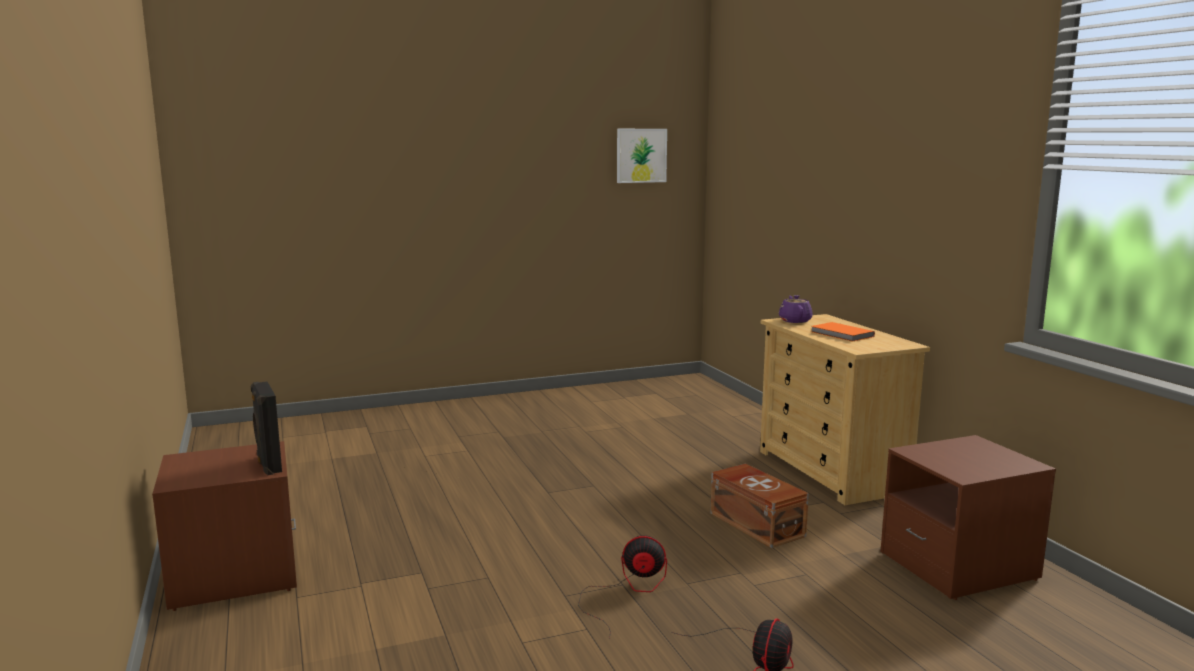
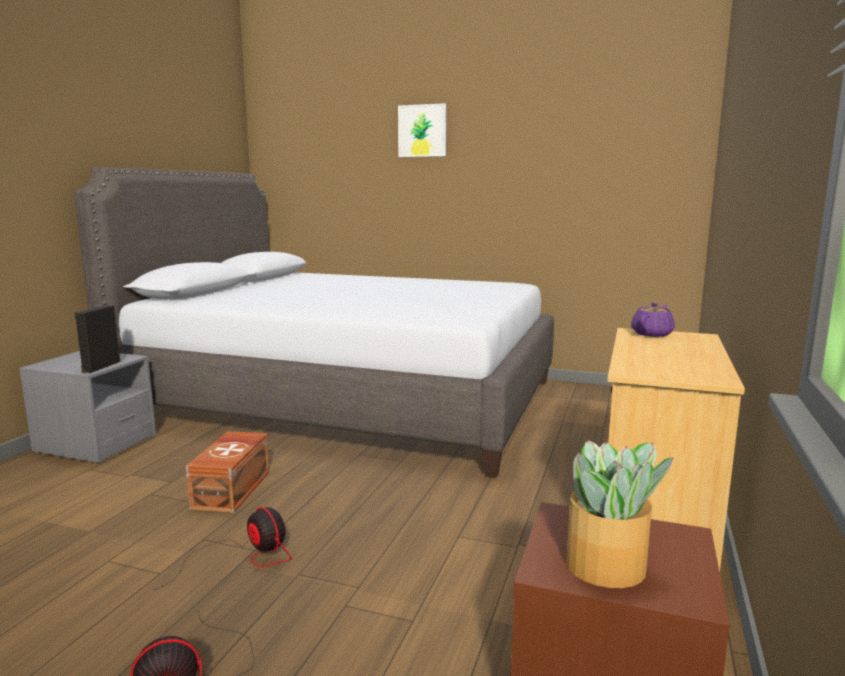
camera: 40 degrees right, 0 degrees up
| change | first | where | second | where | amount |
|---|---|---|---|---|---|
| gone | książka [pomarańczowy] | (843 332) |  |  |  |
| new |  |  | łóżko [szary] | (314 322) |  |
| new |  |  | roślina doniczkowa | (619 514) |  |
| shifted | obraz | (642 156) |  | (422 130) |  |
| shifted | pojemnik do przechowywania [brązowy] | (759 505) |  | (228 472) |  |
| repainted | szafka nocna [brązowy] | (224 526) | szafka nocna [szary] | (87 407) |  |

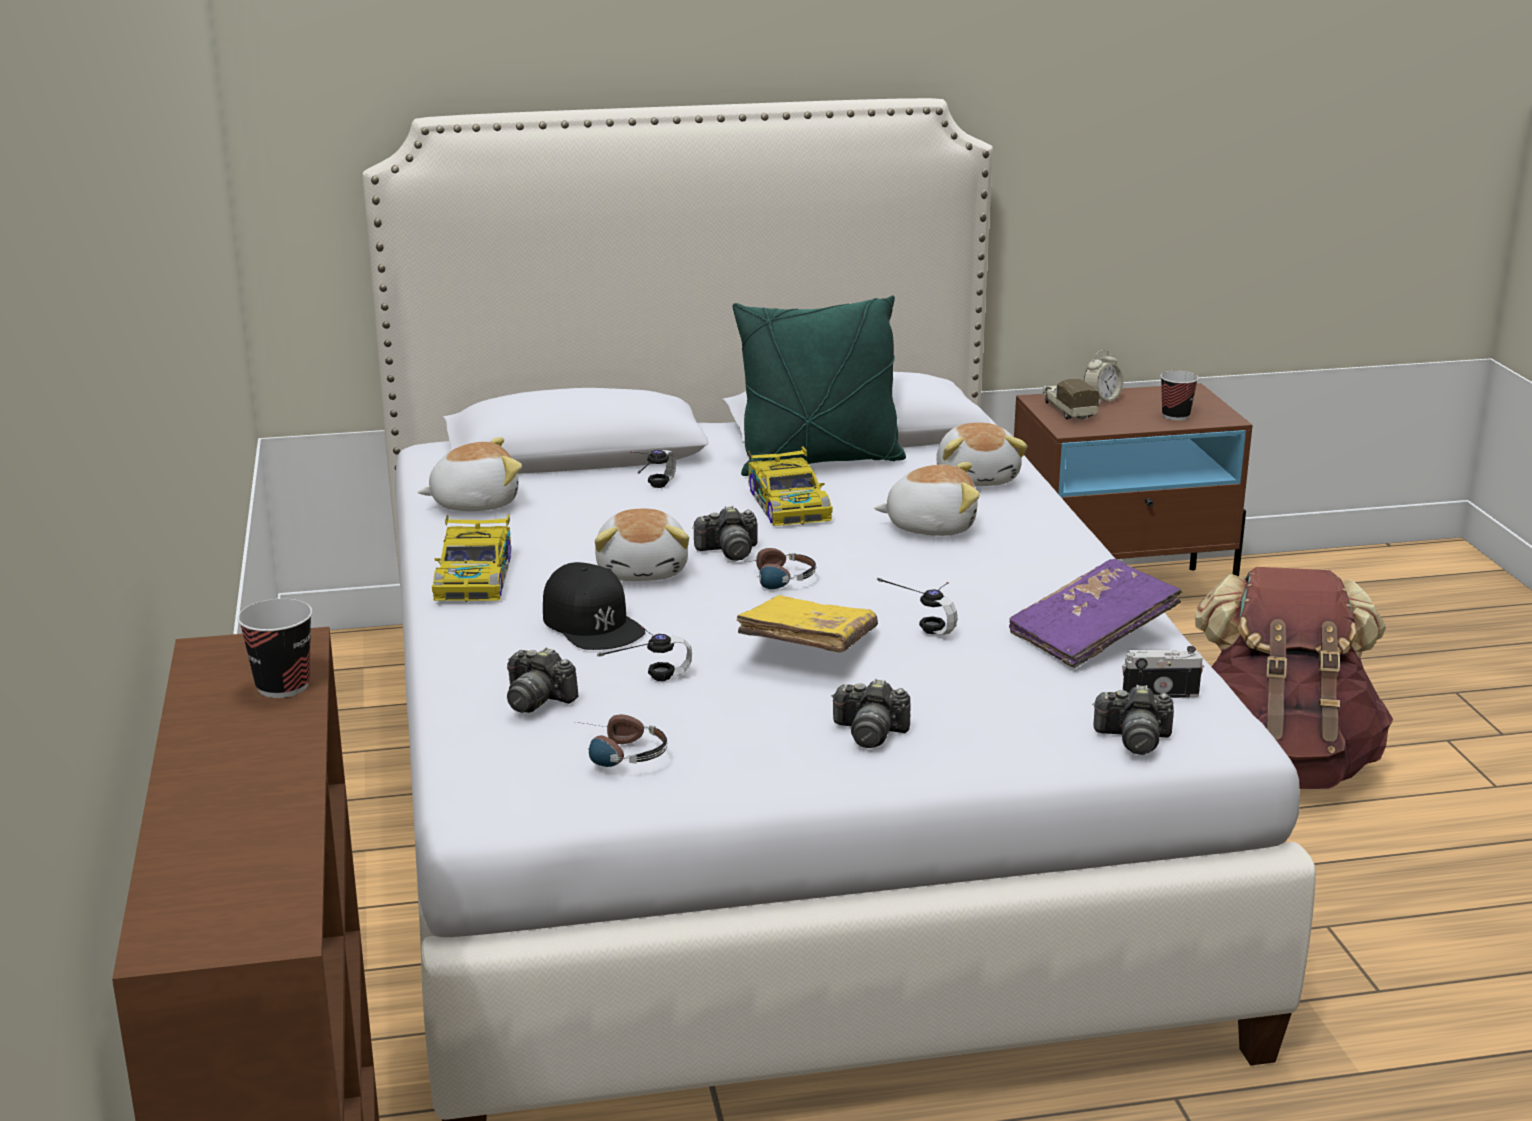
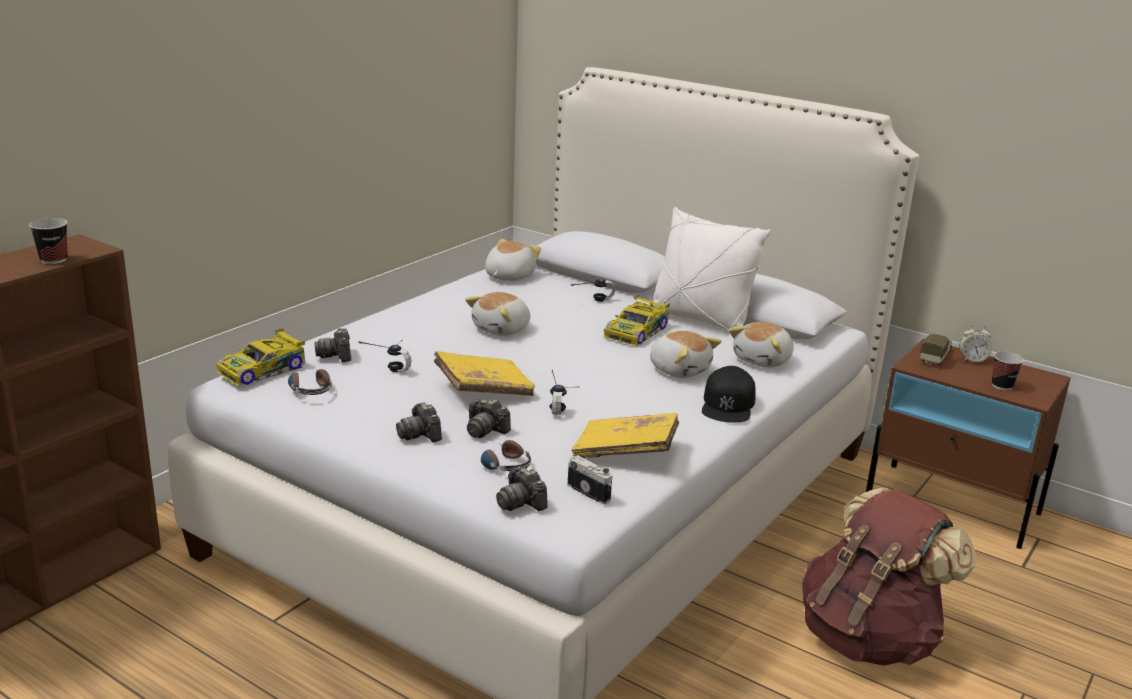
camera: 45 degrees right, 0 degrees up
| change | first | where | second | where | amount |
|---|---|---|---|---|---|
| shifted | samochodzik | (471 558) |  | (260 357) |  |
| shifted | czapka z daszkiem [czarny] | (594 606) |  | (729 394) |  |
| shifted | aparat fotograficzny | (725 533) |  | (489 418) |  |
| shifted | słuchawki | (775 568) |  | (506 455) |  |
| repainted | poduszka [zielony] | (819 385) | poduszka [biały] | (712 269) |  |
| repainted | książka [fioletowy] | (1095 613) | książka [żółty] | (625 435) |  |
| rotated | pluszak | (470 474) |  | (513 260) | 90 degrees counterclockwise |

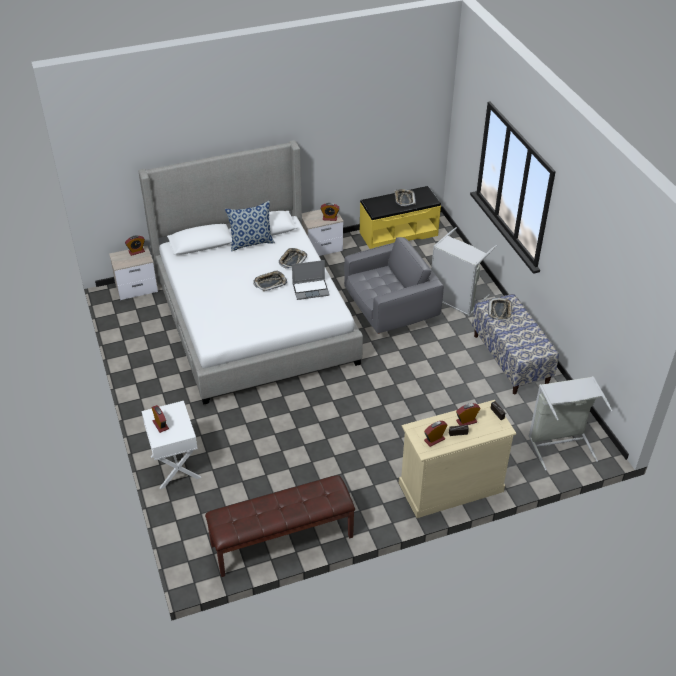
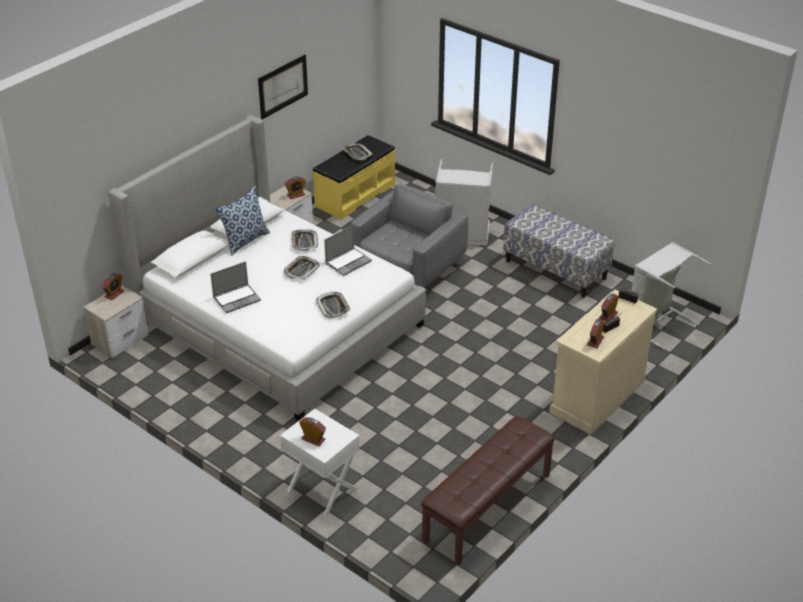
camera: 30 degrees left, 5 degrees down
| change | first | where | second | where | amount |
|---|---|---|---|---|---|
| new |  |  | laptop | (235 287) |  |
| new |  |  | obraz | (283 87) |  |
| shifted | taca | (500 309) |  | (333 305) |  |

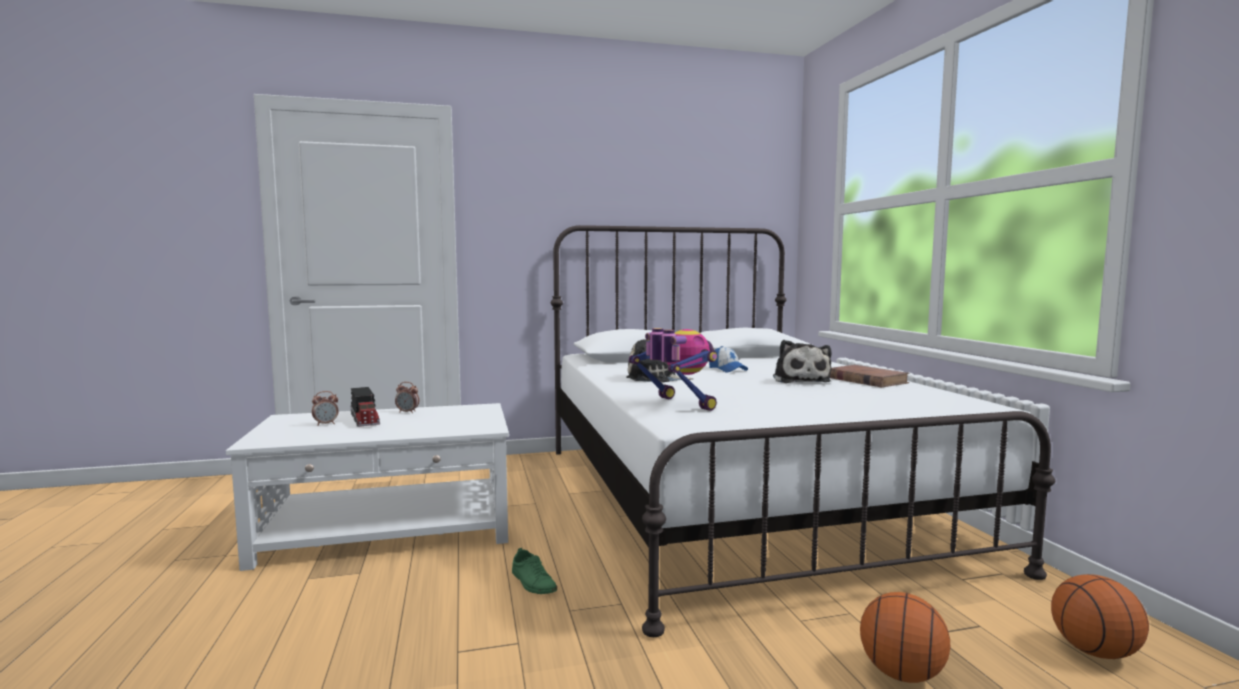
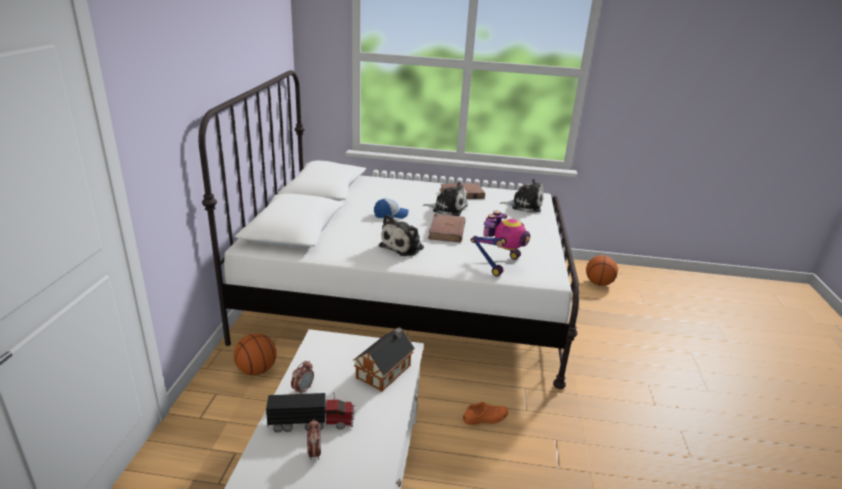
camera: 70 degrees left, 20 degrees up
| change | first | where | second | where | amount |
|---|---|---|---|---|---|
| new |  |  | domek | (384 359) |  |
| new |  |  | książka [brązowy] | (447 228) |  |
| new |  |  | pluszak | (522 196) |  |
| shifted | piłka do koszykówki | (905 637) |  | (255 354) |  |
| repainted | but [zielony] | (534 571) | but [pomarańczowy] | (485 413) |  |
| rotated | robot zabawkowy | (673 369) |  | (500 243) | 135 degrees clockwise |

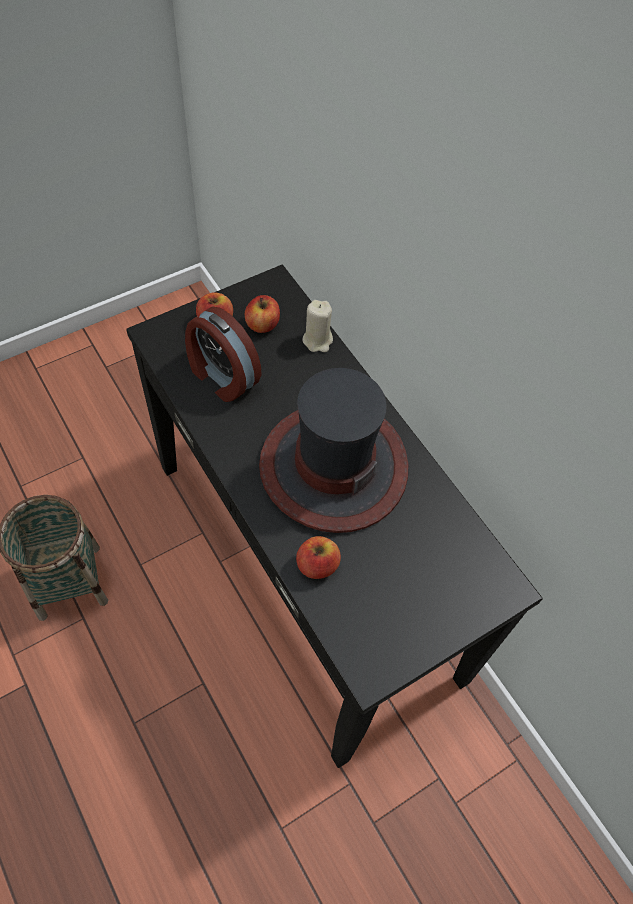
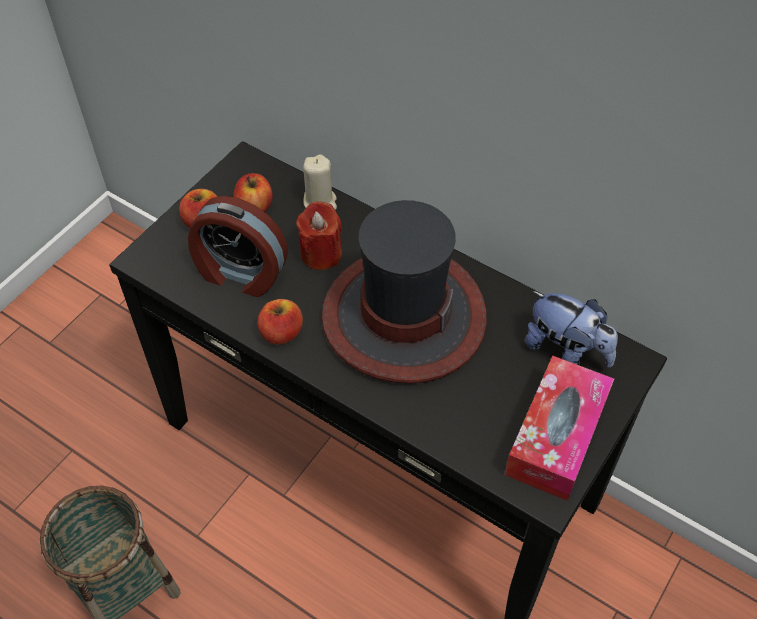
camera: 20 degrees left, 5 degrees down
| change | first | where | second | where | amount |
|---|---|---|---|---|---|
| new |  |  | świeca [czerwony] | (319 235) |  |
| new |  |  | pudełko chusteczek | (559 428) |  |
| new |  |  | pluszak | (571 329) |  |
| shifted | jabłko | (318 557) |  | (280 322) |  |

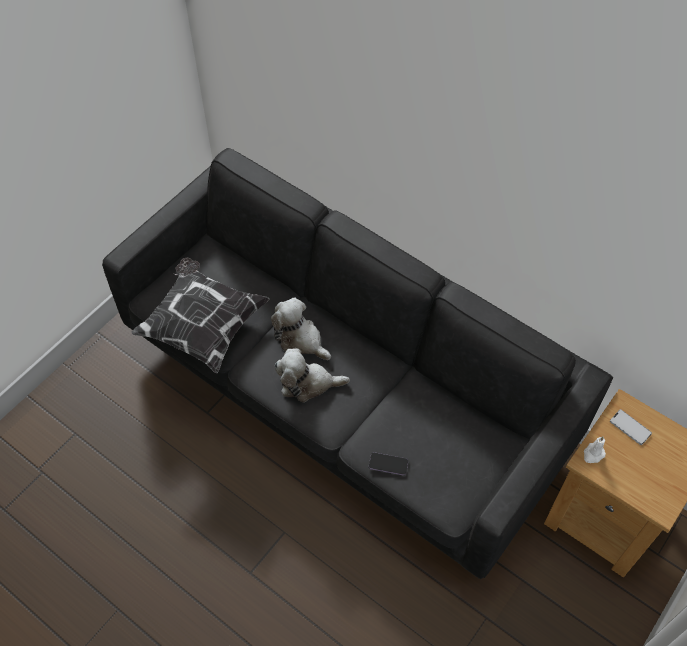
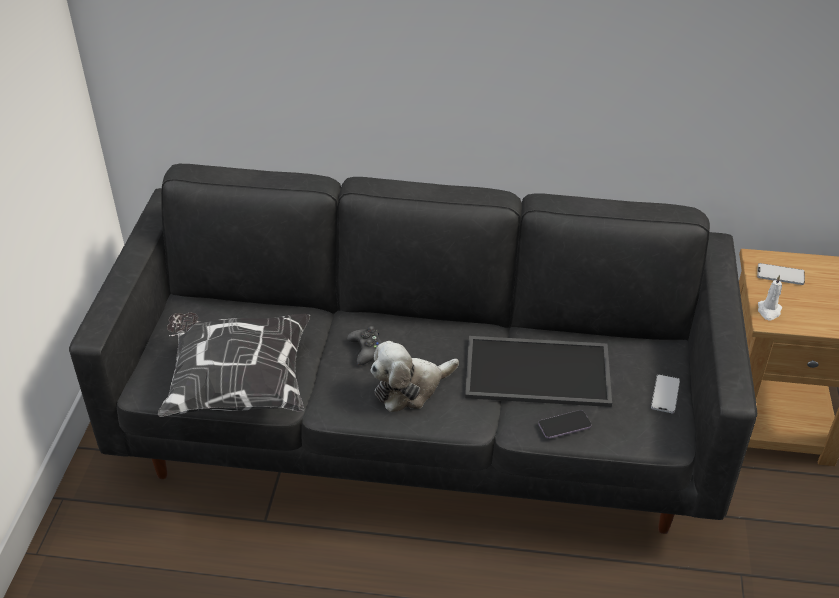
camera: 30 degrees left, 15 degrees down
| change | first | where | second | where | amount |
|---|---|---|---|---|---|
| new |  |  | taca | (538 371) |  |
| new |  |  | telefon | (665 393) |  |
| swapped | pluszak | (301 329) | pad do gier [czarny] | (365 345) |  |

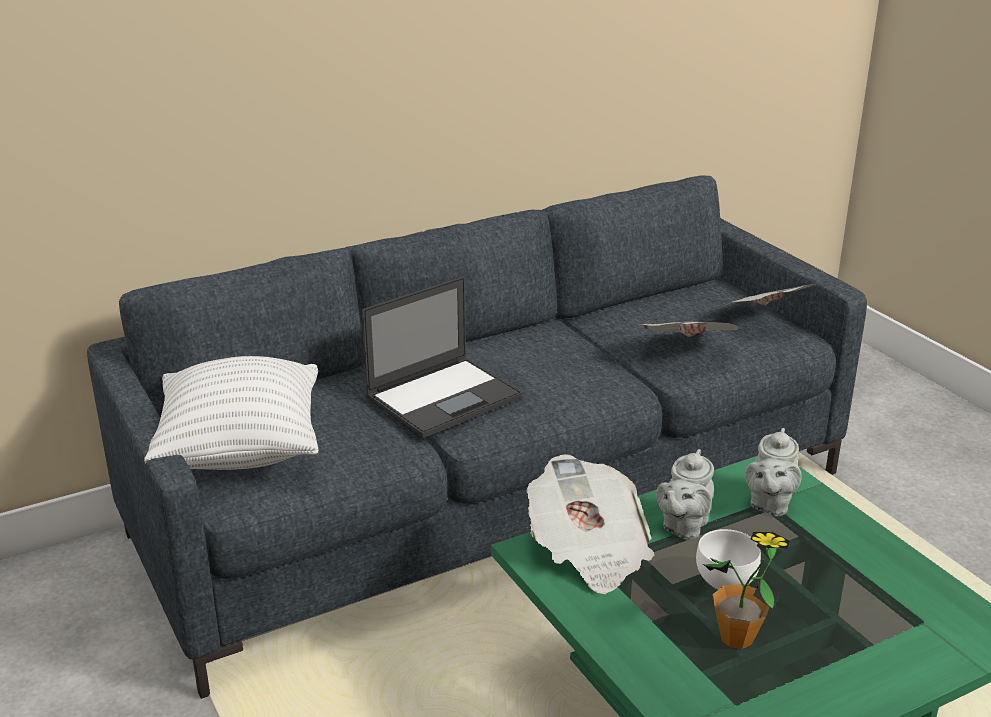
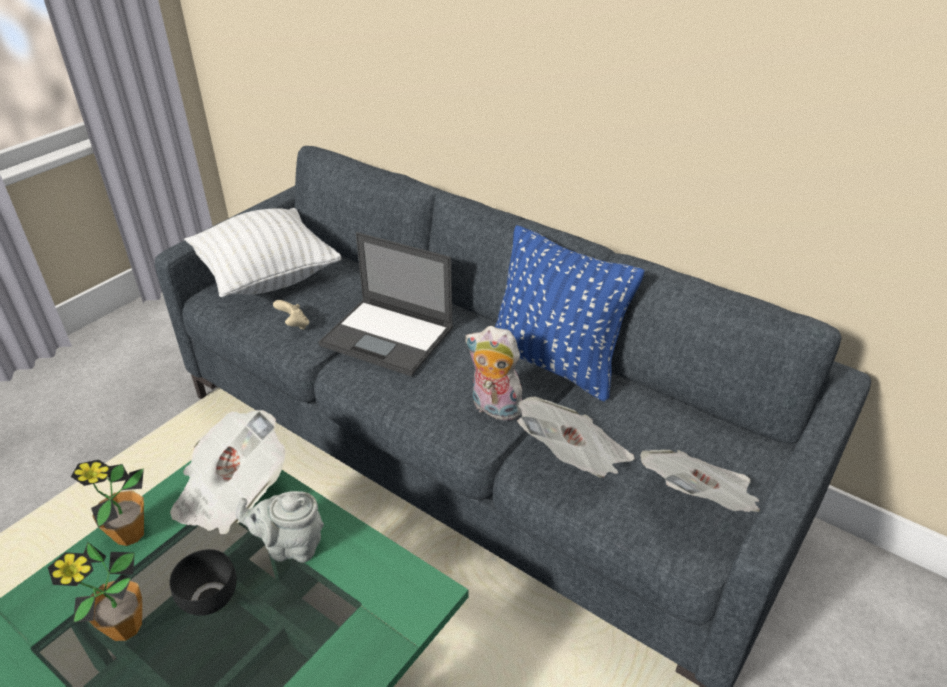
camera: 65 degrees right, 10 degrees up
| change | first | where | second | where | amount |
|---|---|---|---|---|---|
| gone | imbryk [szary] | (773 472) |  |  |  |
| new |  |  | roślina doniczkowa | (107 503) |  |
| new |  |  | pad do gier [beżowy] | (291 315) |  |
| new |  |  | pluszak | (493 373) |  |
| new |  |  | poduszka [niebieski] | (570 313) |  |
| repainted | miska [biały] | (728 559) | miska [czarny] | (203 582) |  |

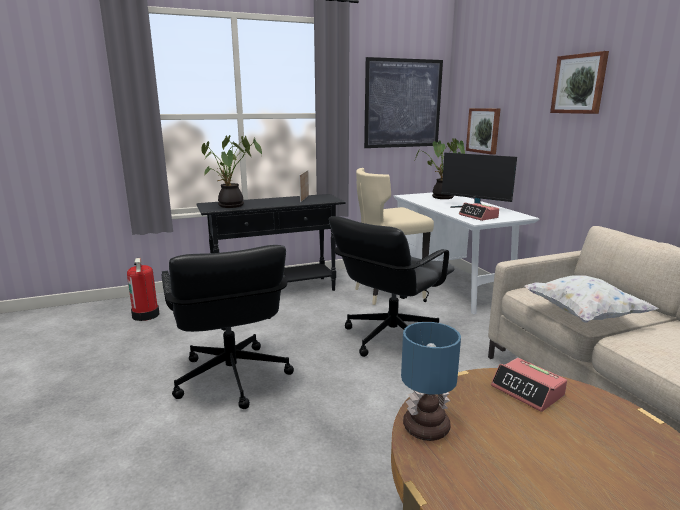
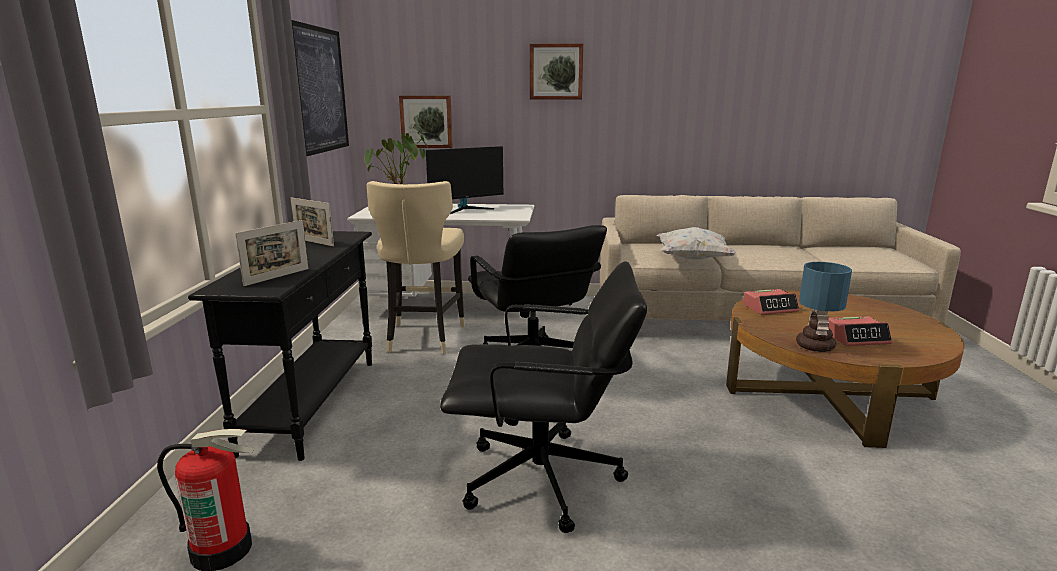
camera: 65 degrees left, 0 degrees up
| change | first | where | second | where | amount |
|---|---|---|---|---|---|
| shifted | budzik | (479 212) |  | (860 331) |  |
| swapped | roślina doniczkowa | (231 171) | ramka na zdjęcie | (271 253) |  |

